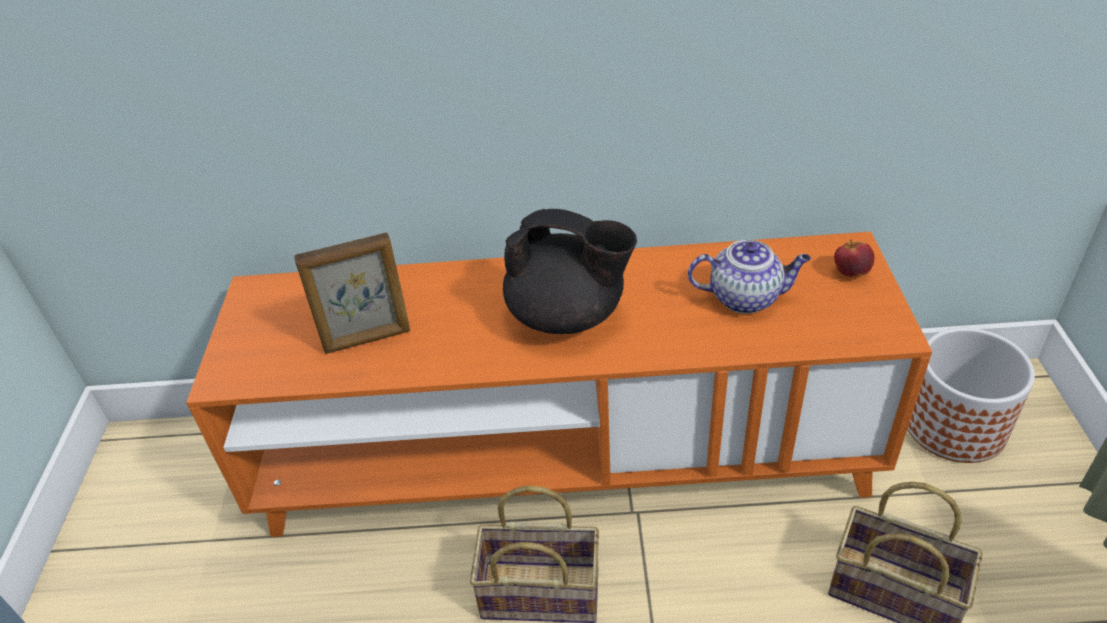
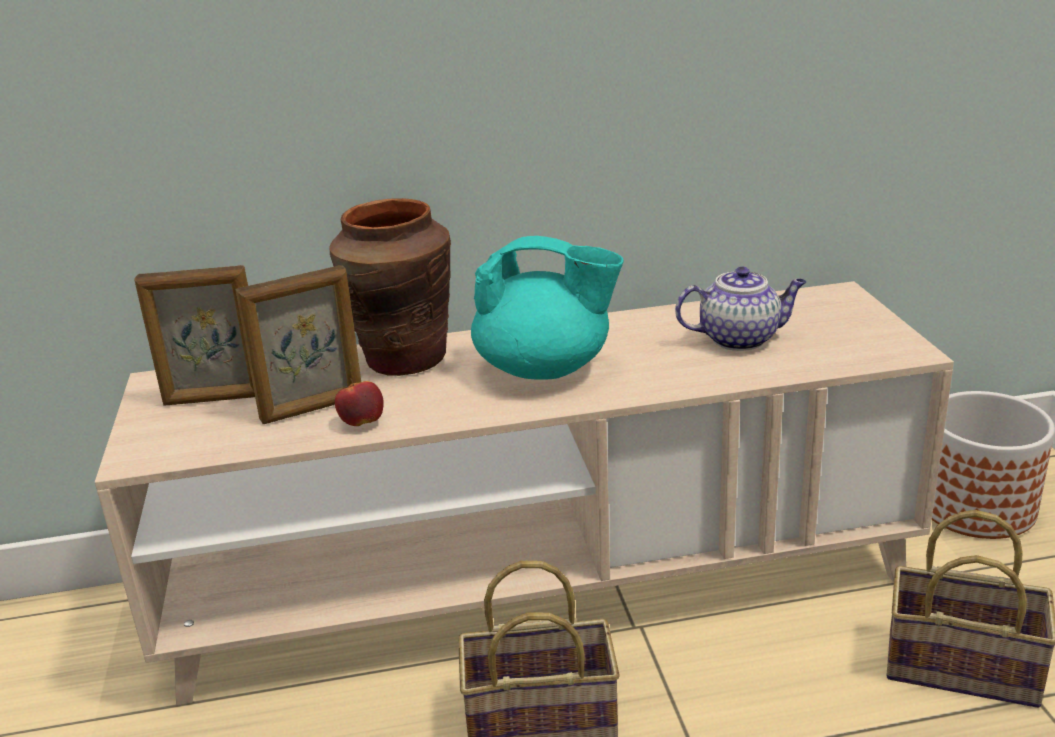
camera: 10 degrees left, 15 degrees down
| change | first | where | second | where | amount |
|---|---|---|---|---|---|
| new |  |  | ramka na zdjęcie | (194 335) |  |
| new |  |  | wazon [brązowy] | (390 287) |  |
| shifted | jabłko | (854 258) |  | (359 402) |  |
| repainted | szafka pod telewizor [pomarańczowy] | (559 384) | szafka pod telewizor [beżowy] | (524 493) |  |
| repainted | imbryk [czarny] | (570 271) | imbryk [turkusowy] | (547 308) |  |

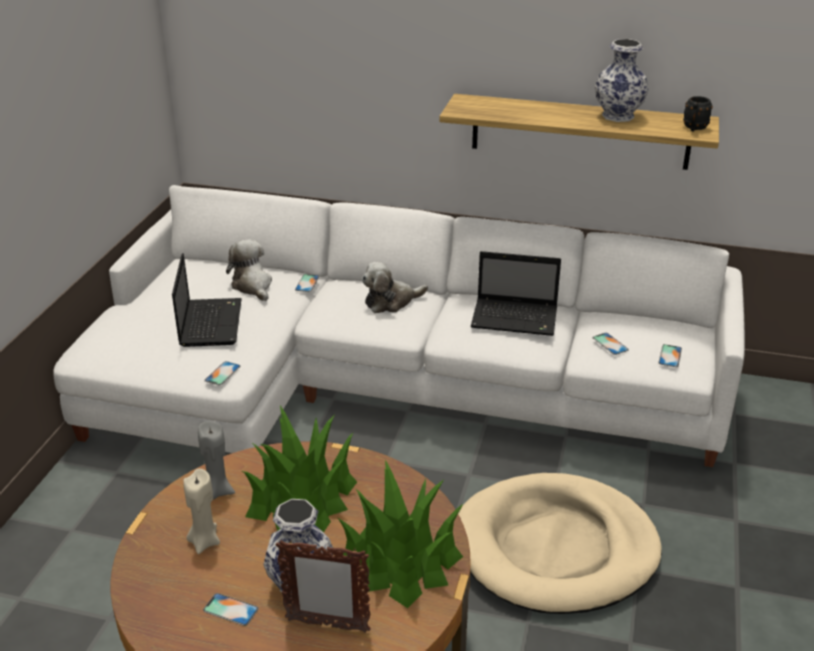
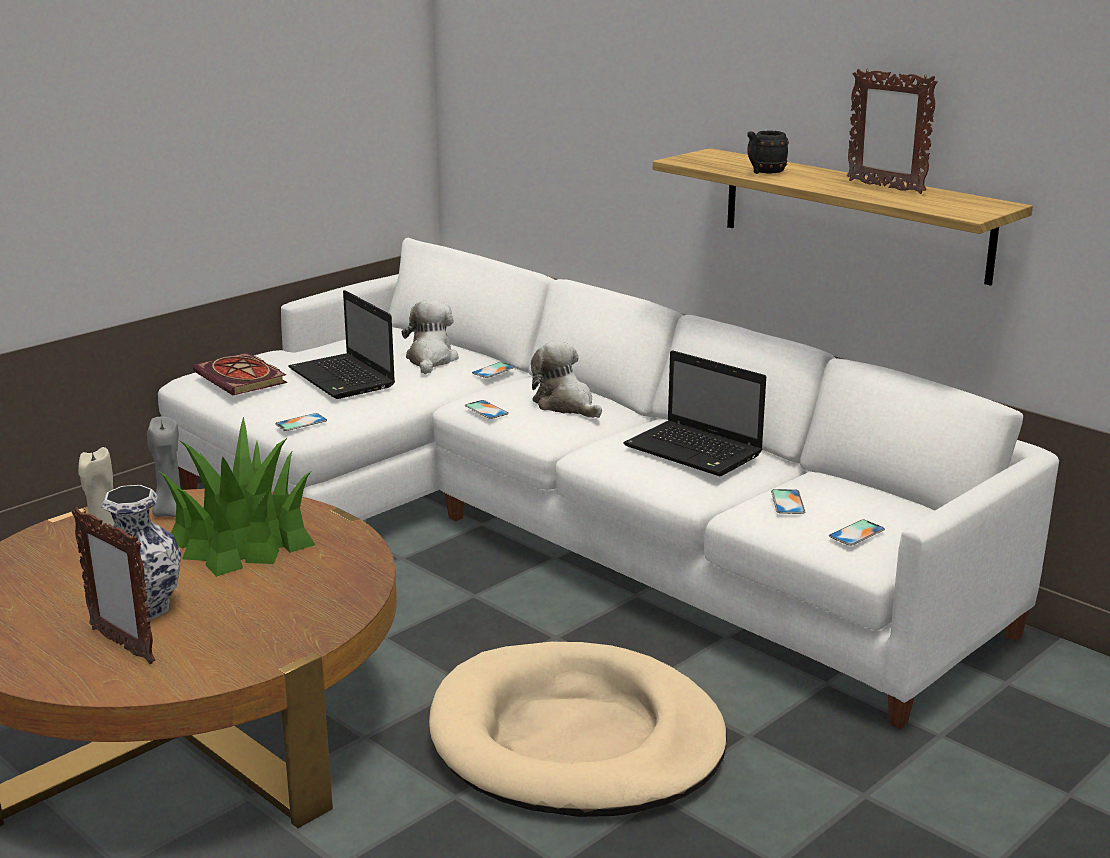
camera: 30 degrees right, 10 degrees down
| change | first | where | second | where | amount |
|---|---|---|---|---|---|
| gone | roślina doniczkowa | (400 534) |  |  |  |
| new |  |  | książka | (240 374) |  |
| shifted | telefon | (231 609) |  | (487 409) |  |
| shifted | kubek [czarny] | (698 113) |  | (768 152) |  |
| swapped | wazon | (621 80) | ramka na zdjęcie | (892 131) |  |
| rotated | laptop | (207 300) |  | (341 344) | 120 degrees clockwise |
| rotated | pluszak | (395 287) |  | (566 379) | 45 degrees clockwise |

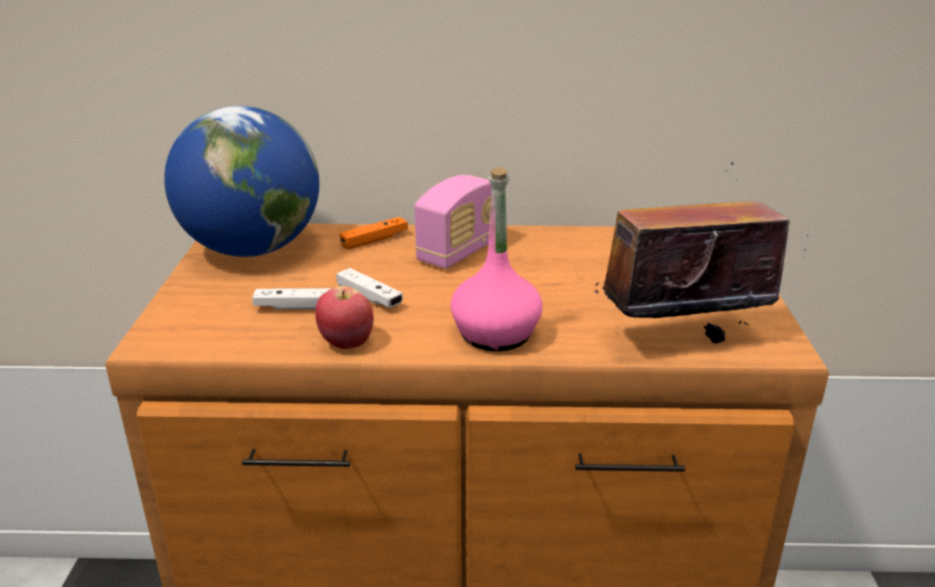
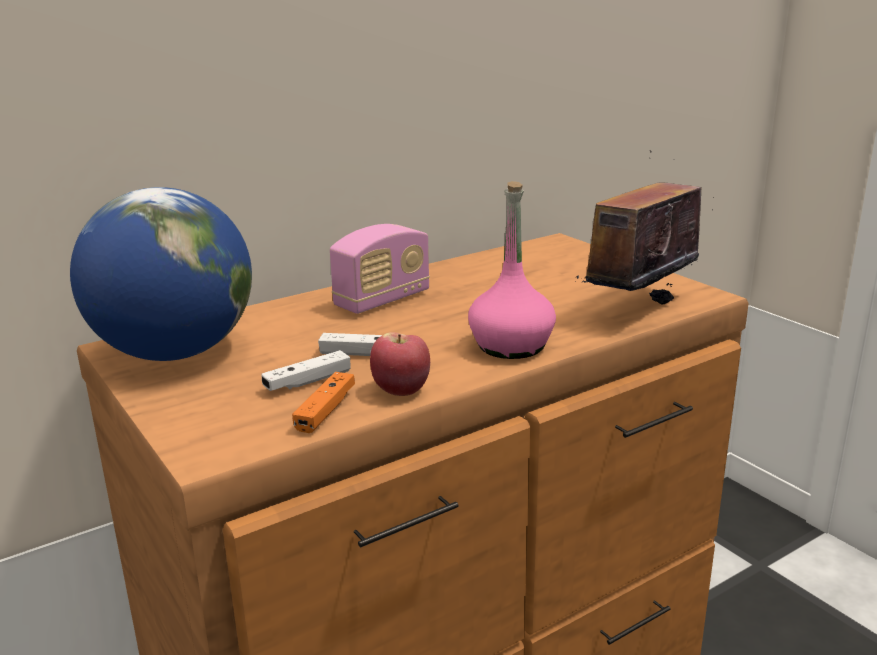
camera: 35 degrees left, 5 degrees down
| change | first | where | second | where | amount |
|---|---|---|---|---|---|
| shifted | pad do gier [pomarańczowy] | (373 233) |  | (323 402) |  |
| rotated | radio | (453 222) |  | (380 269) | 45 degrees clockwise |

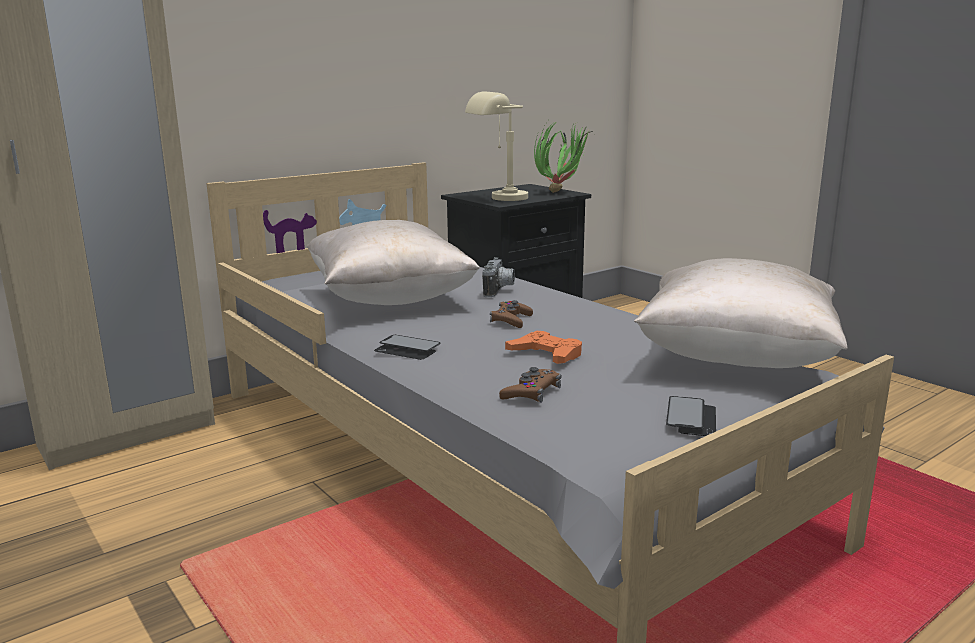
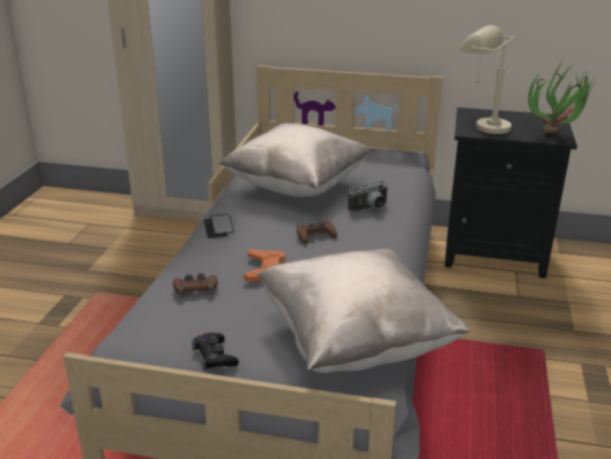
camera: 50 degrees right, 10 degrees up
| change | first | where | second | where | amount |
|---|---|---|---|---|---|
| swapped | telefon | (691 416) | pad do gier [czarny] | (215 351) |  |

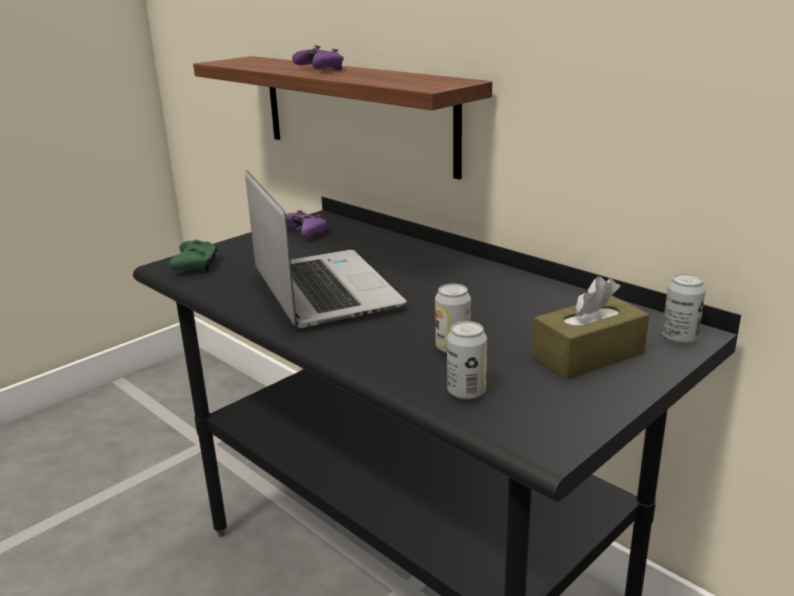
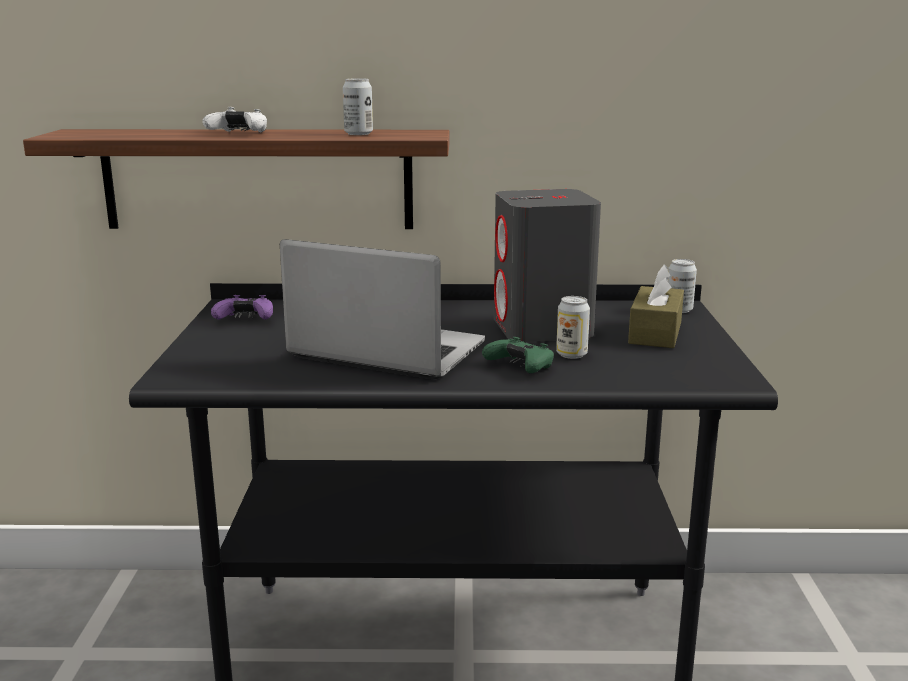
camera: 45 degrees left, 5 degrees down
| change | first | where | second | where | amount |
|---|---|---|---|---|---|
| new |  |  | głośnik [szary] | (547 265) |  |
| shifted | pad do gier [zielony] | (193 256) |  | (518 355) |  |
| shifted | puszka | (467 360) |  | (358 106) |  |
| repainted | pad do gier [fioletowy] | (318 57) | pad do gier [biały] | (234 119) |  |

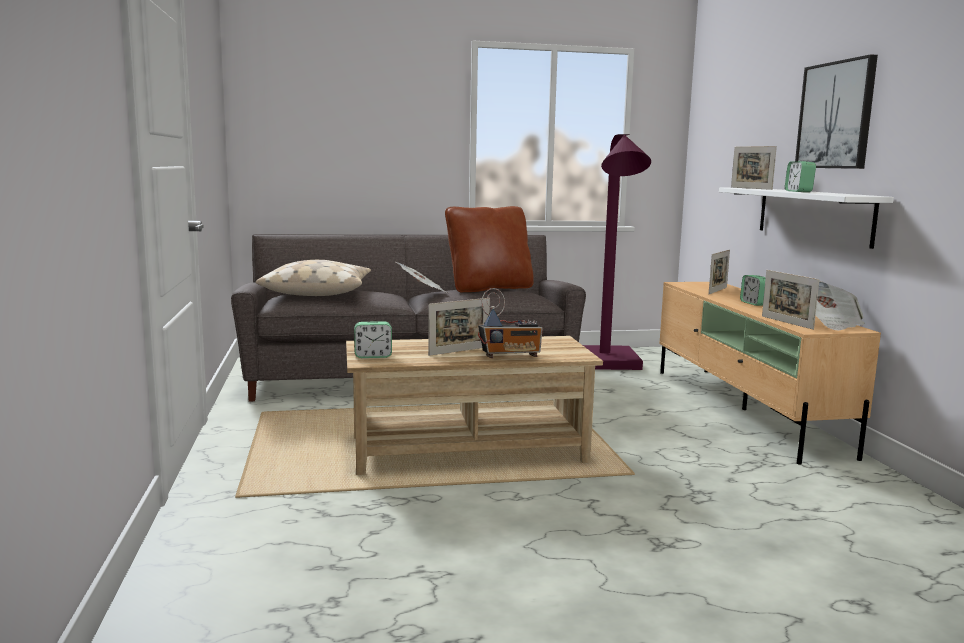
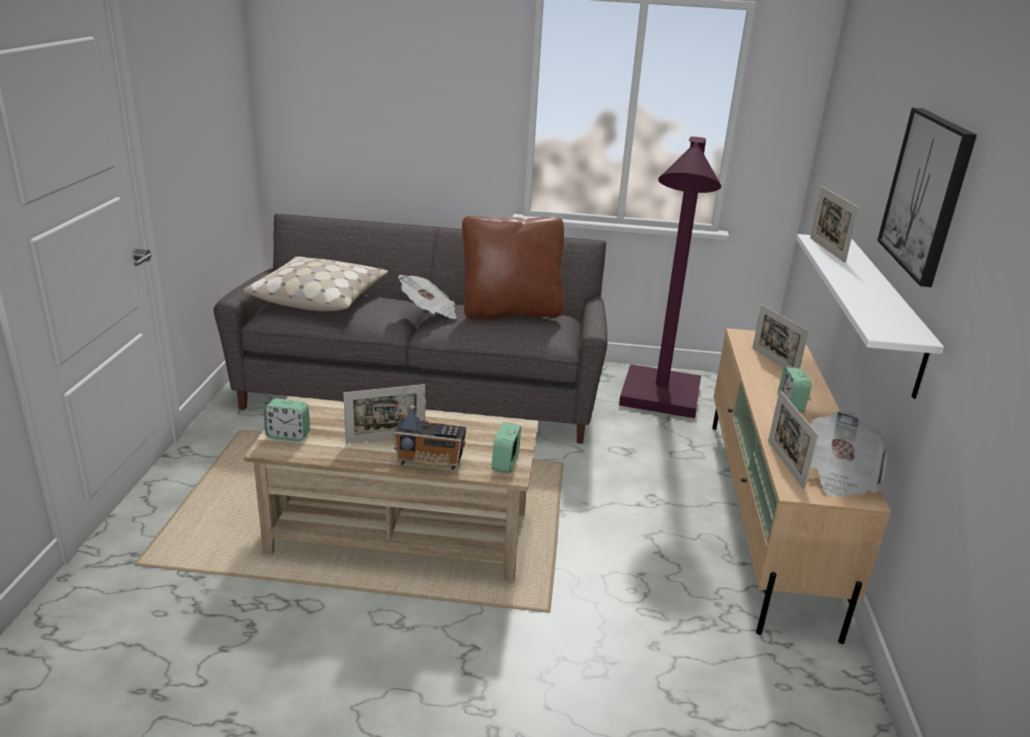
camera: 15 degrees right, 15 degrees up
| change | first | where | second | where | amount |
|---|---|---|---|---|---|
| shifted | budzik | (800 176) |  | (506 447) |  |
| rotated | ramka na zdjęcie | (719 272) |  | (781 336) | 105 degrees clockwise |

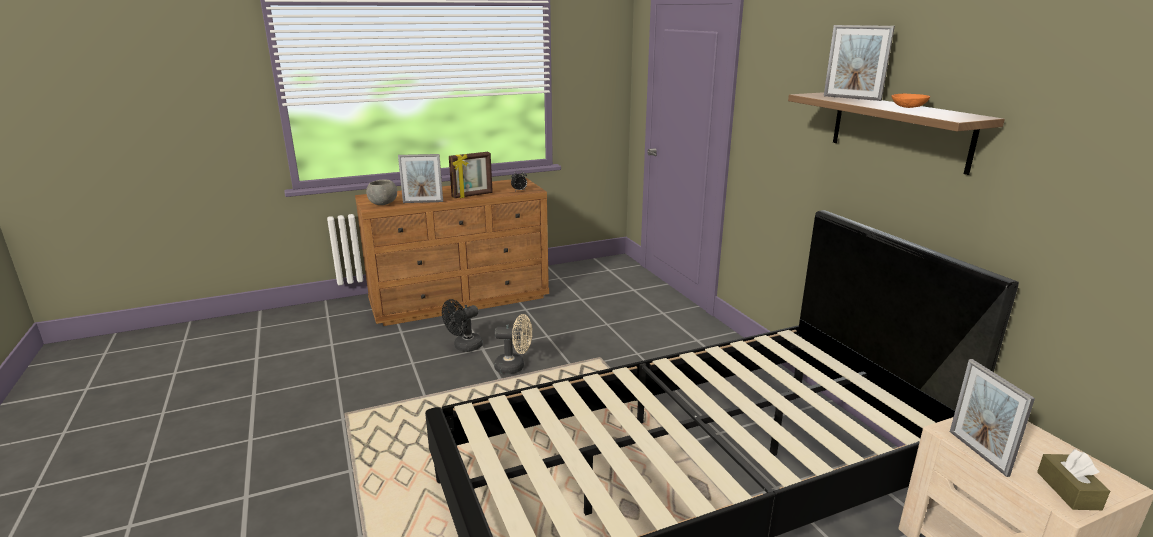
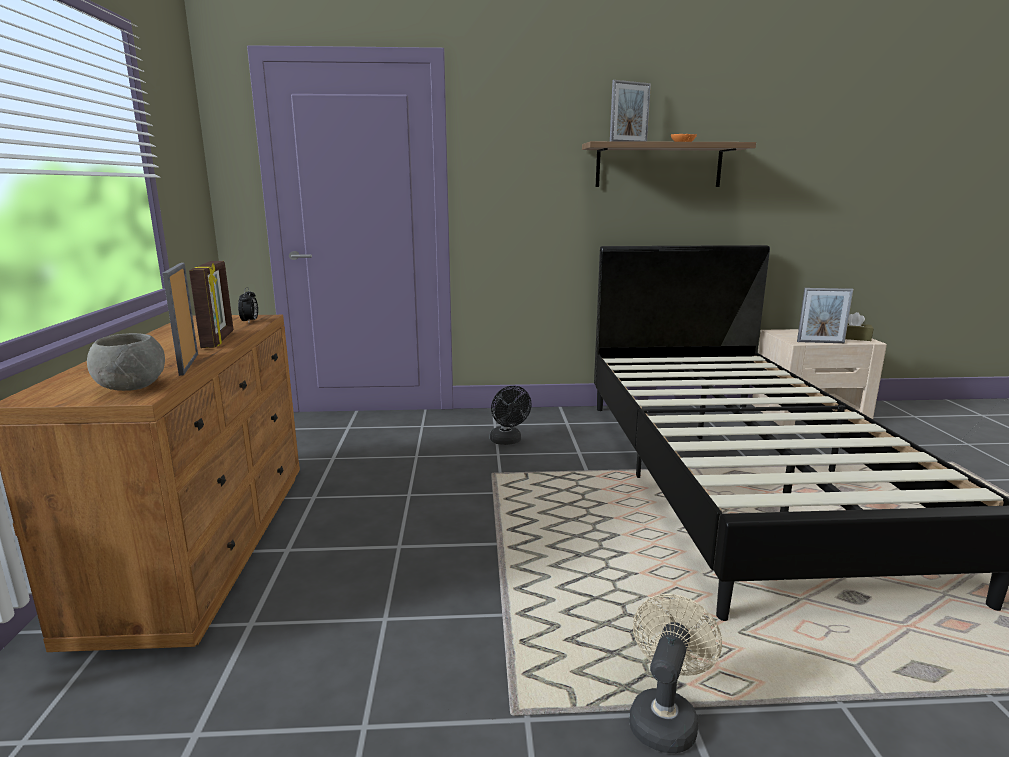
camera: 70 degrees left, 5 degrees down
| change | first | where | second | where | amount |
|---|---|---|---|---|---|
| shifted | wentylator [czarny] | (462 325) |  | (511 415) |  |
| shifted | wentylator [beżowy] | (513 344) |  | (675 673) |  |
| rotated | ramka na zdjęcie | (420 178) |  | (180 319) | 150 degrees clockwise |

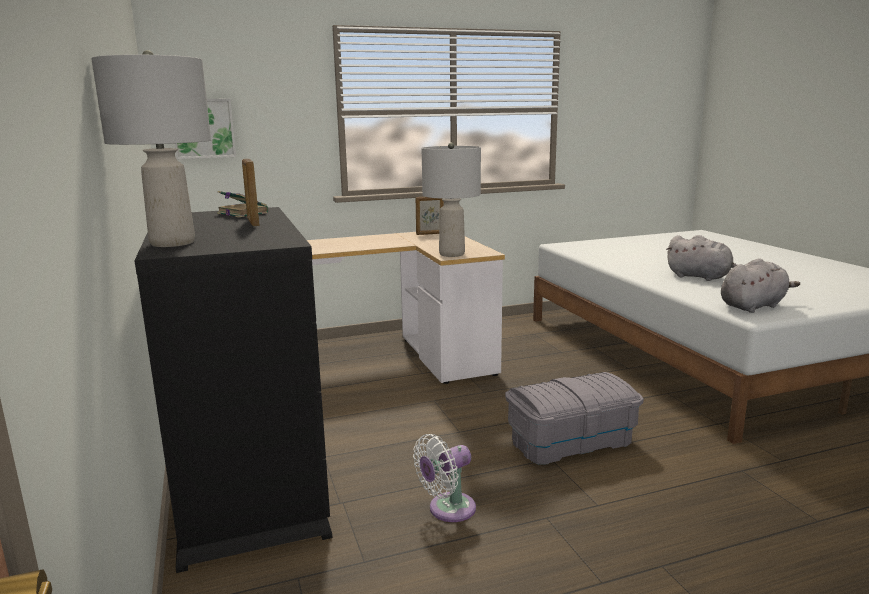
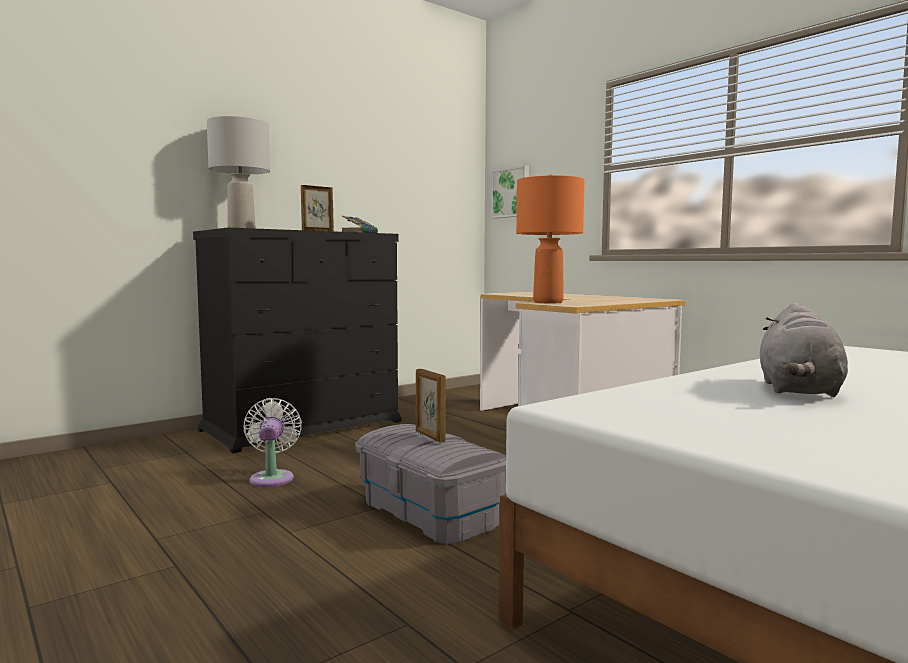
camera: 70 degrees right, 10 degrees down
| change | first | where | second | where | amount |
|---|---|---|---|---|---|
| gone | pluszak [szary] | (760 285) |  |  |  |
| shifted | ramka na zdjęcie | (430 216) |  | (431 405) |  |
| repainted | lampa stołowa [szary] | (451 200) | lampa stołowa [pomarańczowy] | (550 239) |  |
| rotated | wentylator [biały] | (444 478) |  | (273 442) | 45 degrees clockwise |

